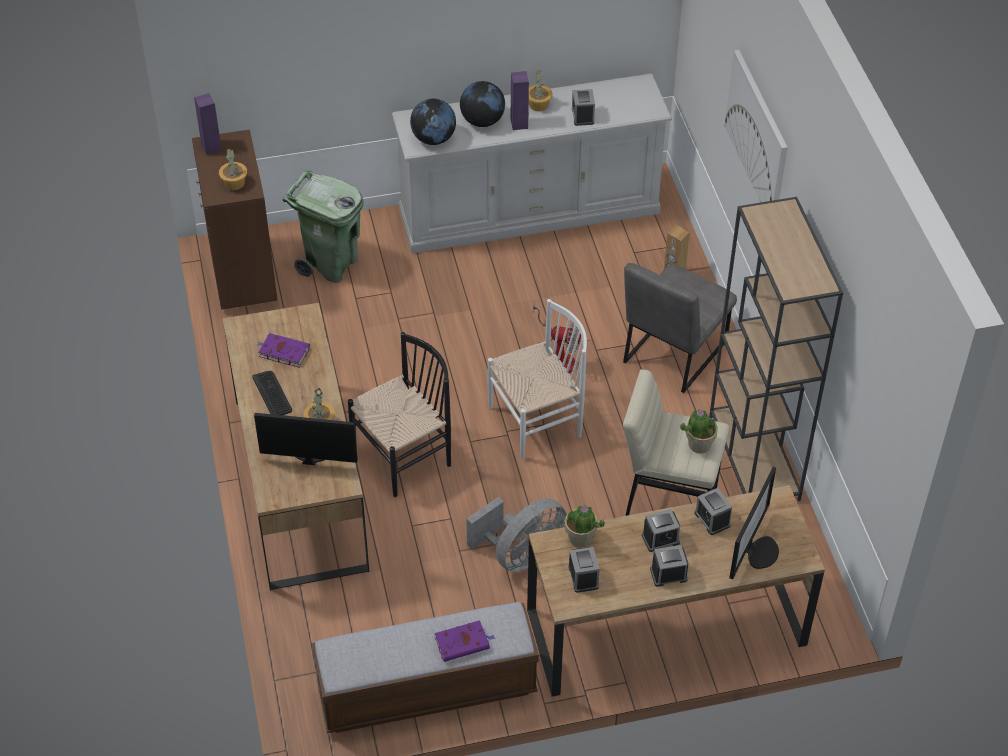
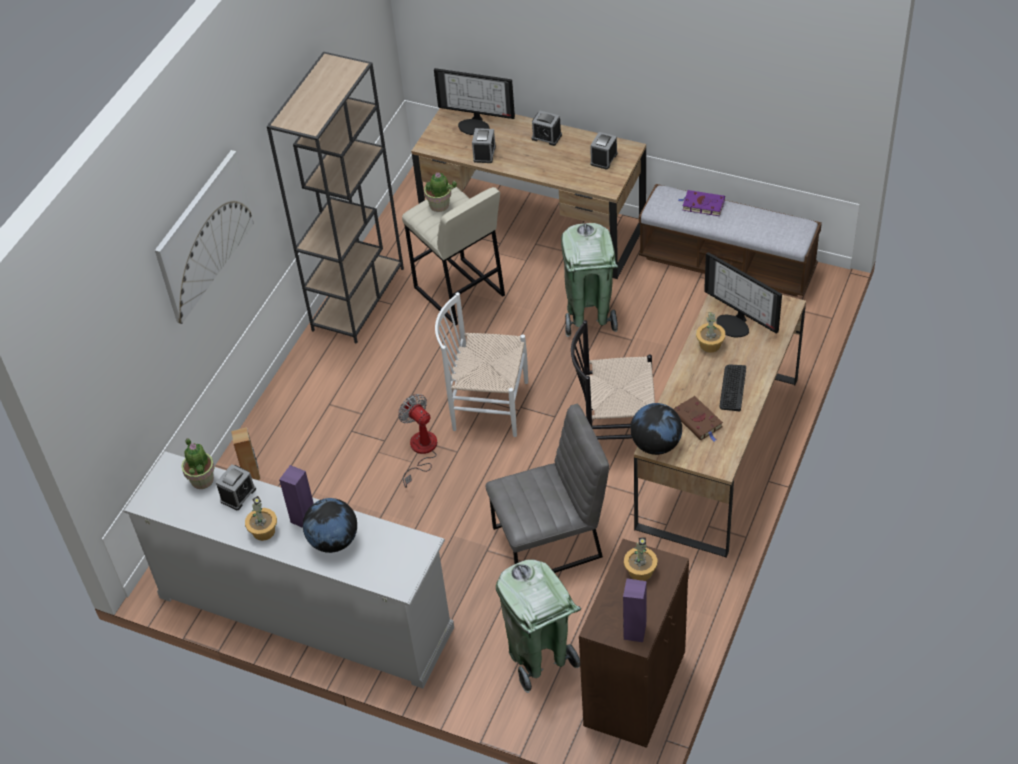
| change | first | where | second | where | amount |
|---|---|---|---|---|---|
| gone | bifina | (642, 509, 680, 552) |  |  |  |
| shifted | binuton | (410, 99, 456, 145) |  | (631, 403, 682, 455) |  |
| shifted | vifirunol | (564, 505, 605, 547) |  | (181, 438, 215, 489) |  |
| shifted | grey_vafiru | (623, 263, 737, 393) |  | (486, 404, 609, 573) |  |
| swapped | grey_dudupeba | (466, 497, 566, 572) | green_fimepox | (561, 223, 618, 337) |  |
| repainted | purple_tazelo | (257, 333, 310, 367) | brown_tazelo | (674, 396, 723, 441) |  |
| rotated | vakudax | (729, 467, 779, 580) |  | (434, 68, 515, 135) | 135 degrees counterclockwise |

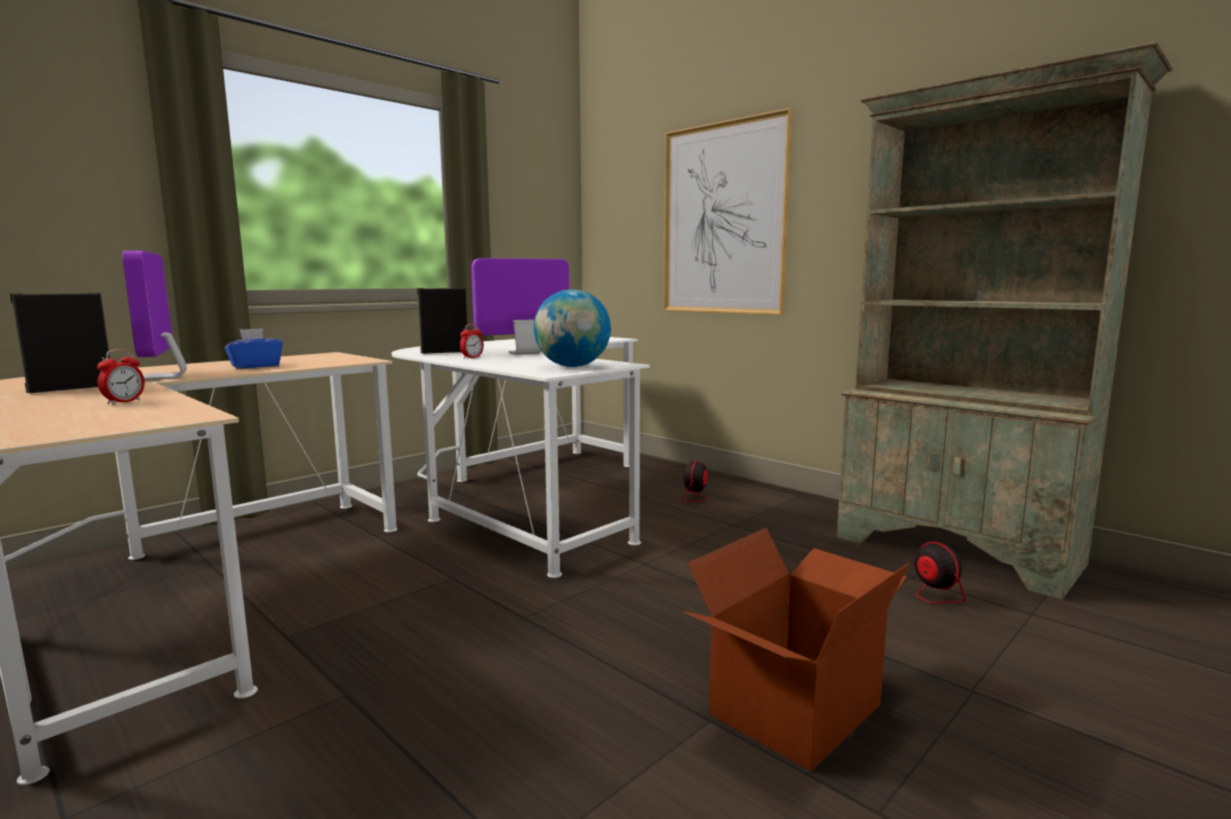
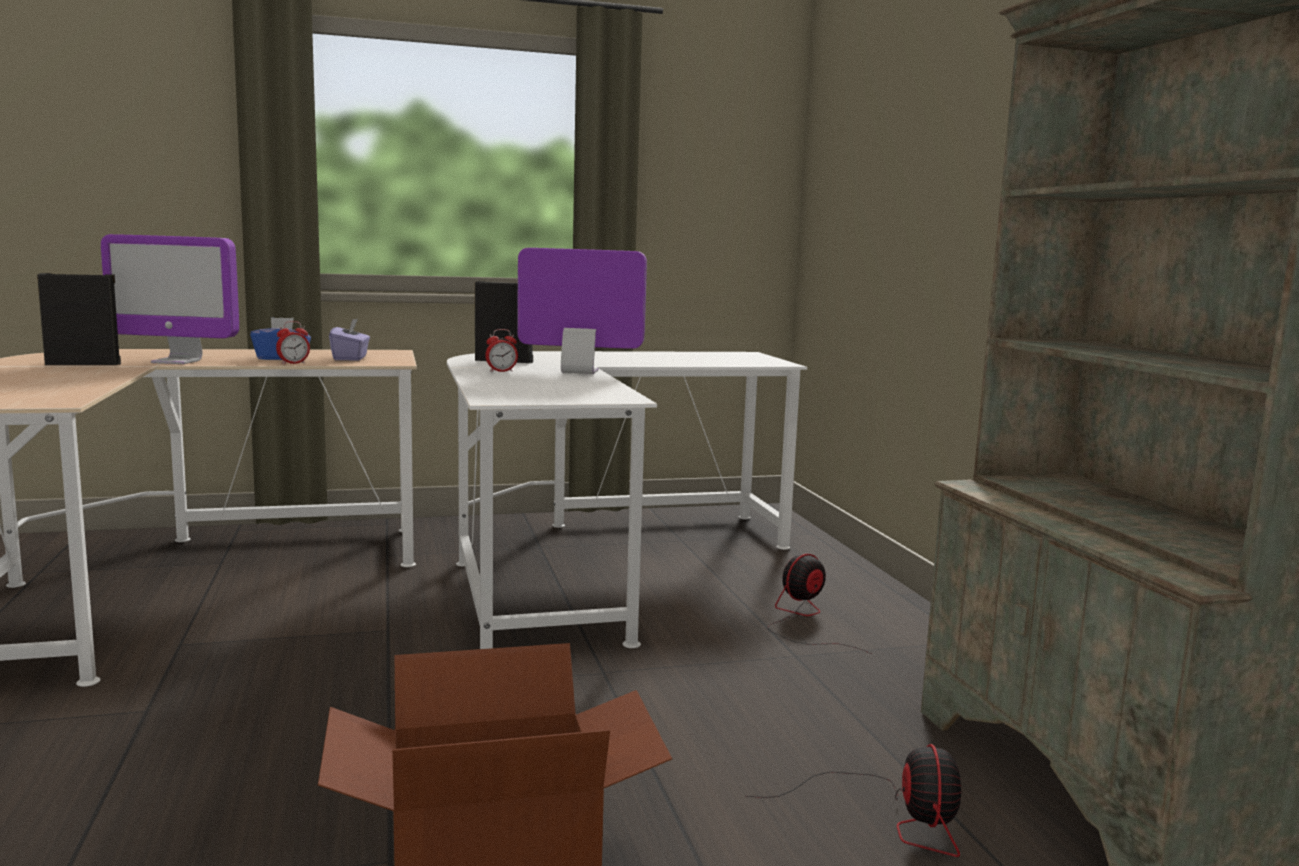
| change | first | where | second | where | amount |
|---|---|---|---|---|---|
| gone | binuton | (534, 289, 611, 367) |  |  |  |
| gone | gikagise | (663, 108, 793, 315) |  |  |  |
| new |  |  | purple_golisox | (329, 318, 370, 361) |  |
| shifted | bifina | (97, 349, 145, 405) |  | (276, 321, 310, 364) |  |
| rotated | vakudax | (122, 251, 187, 380) |  | (101, 234, 239, 364) | 90 degrees counterclockwise |

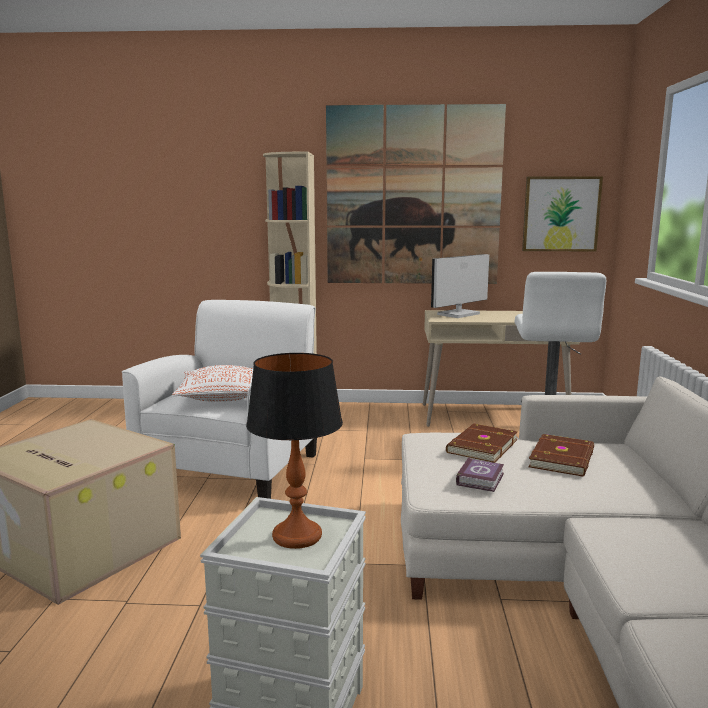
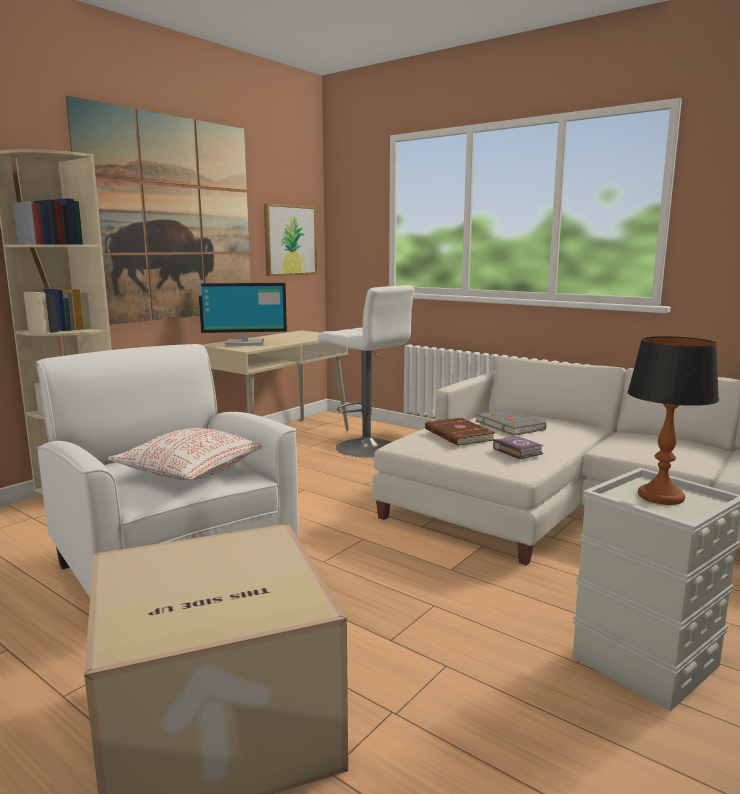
| change | first | where | second | where | amount |
|---|---|---|---|---|---|
| repainted | brown_tazelo | (529, 434, 594, 476) | grey_tazelo | (475, 410, 546, 436) |  |
| rotated | vakudax | (431, 254, 489, 318) |  | (198, 282, 287, 346) | 90 degrees counterclockwise |

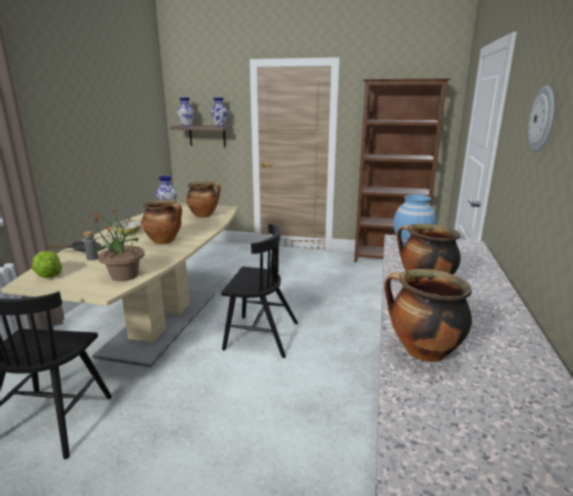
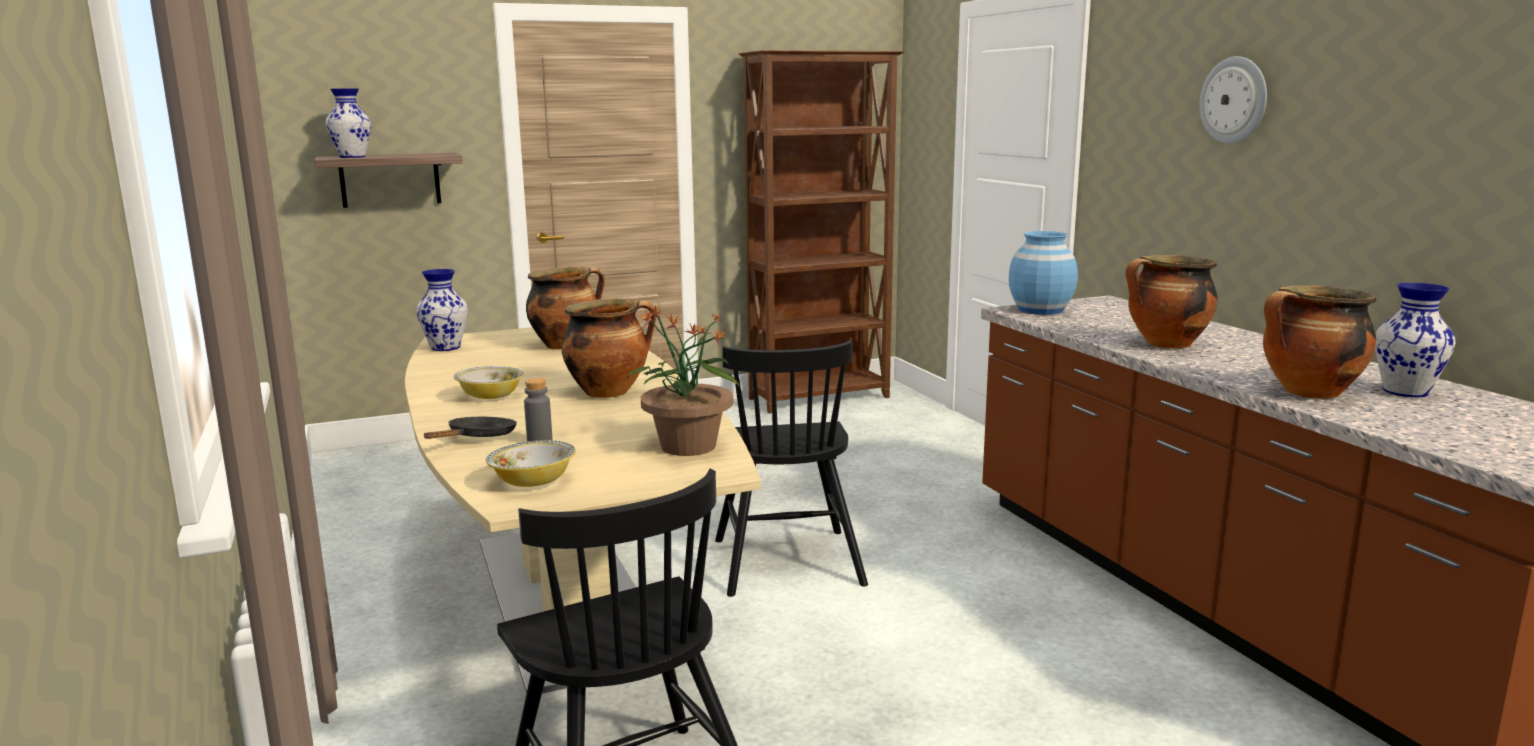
| change | first | where | second | where | amount |
|---|---|---|---|---|---|
| shifted | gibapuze | (211, 98, 228, 126) |  | (1375, 283, 1456, 397) |  |
| swapped | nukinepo | (32, 251, 62, 278) | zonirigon | (486, 440, 576, 487) |  |
| rotated | black_vafiru | (221, 224, 298, 358) |  | (715, 340, 868, 597) | 105 degrees clockwise |

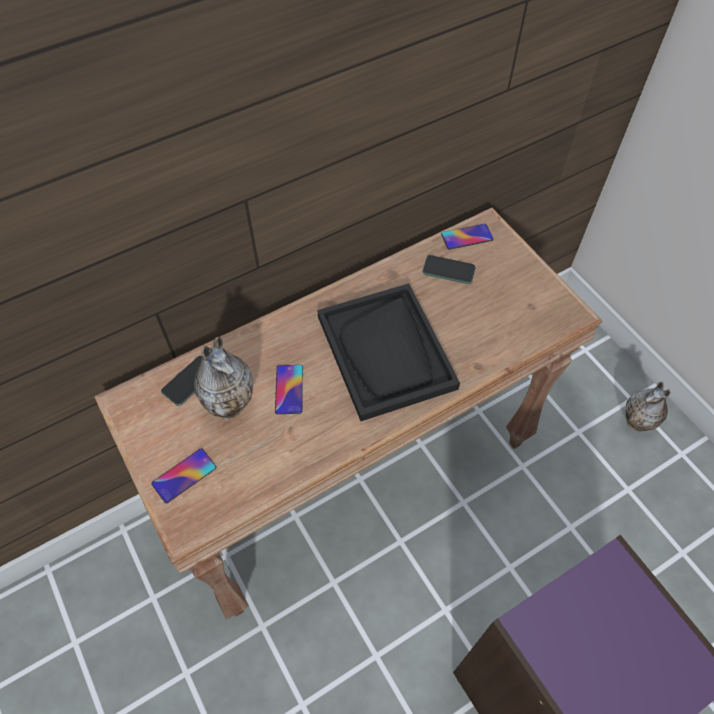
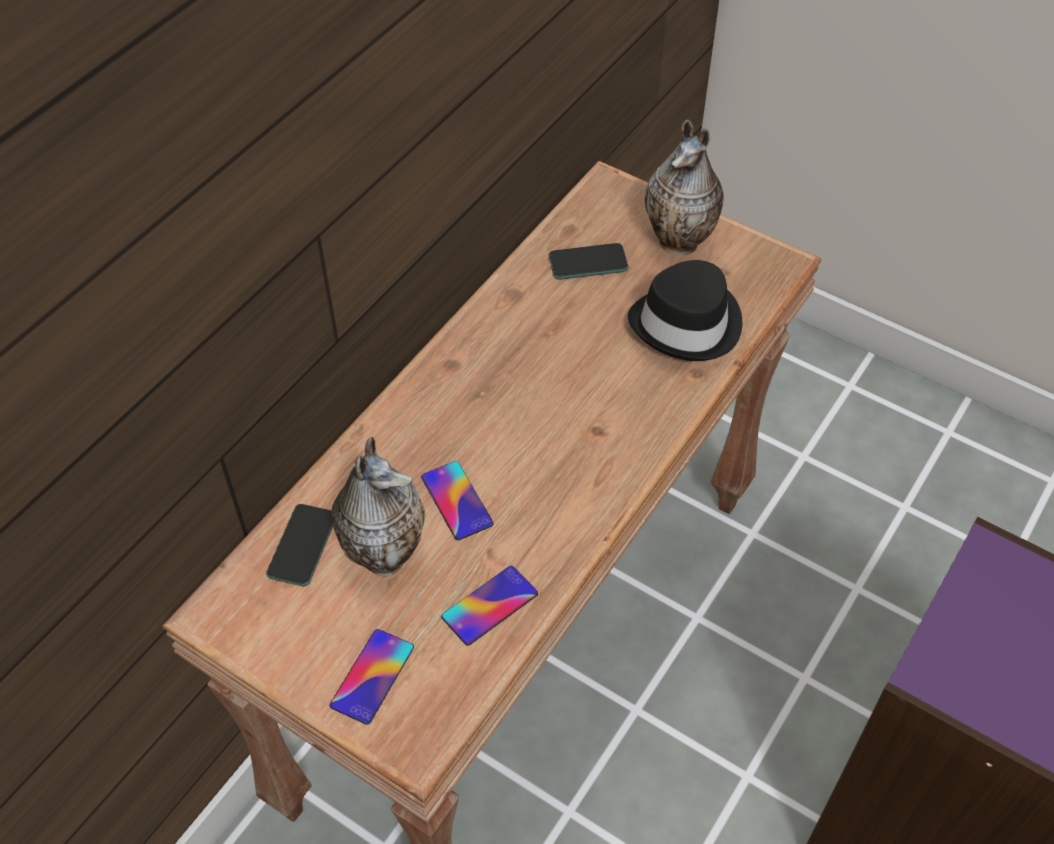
| change | first | where | second | where | amount |
|---|---|---|---|---|---|
| gone | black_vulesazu | (317, 283, 460, 421) |  |  |  |
| new |  |  | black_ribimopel | (628, 260, 742, 361) |  |
| shifted | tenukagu | (441, 224, 494, 250) |  | (441, 566, 538, 646) |  |
| shifted | gibapuze | (626, 381, 671, 432) |  | (645, 120, 724, 255) |  |

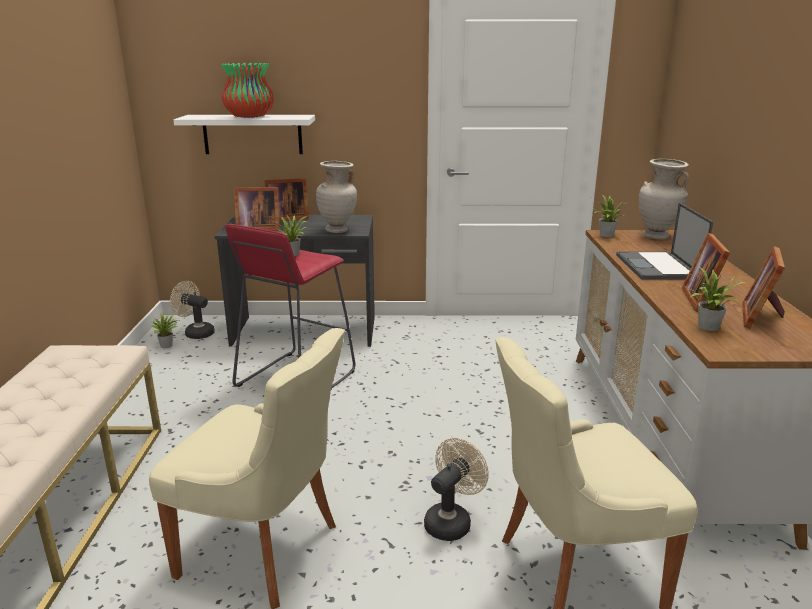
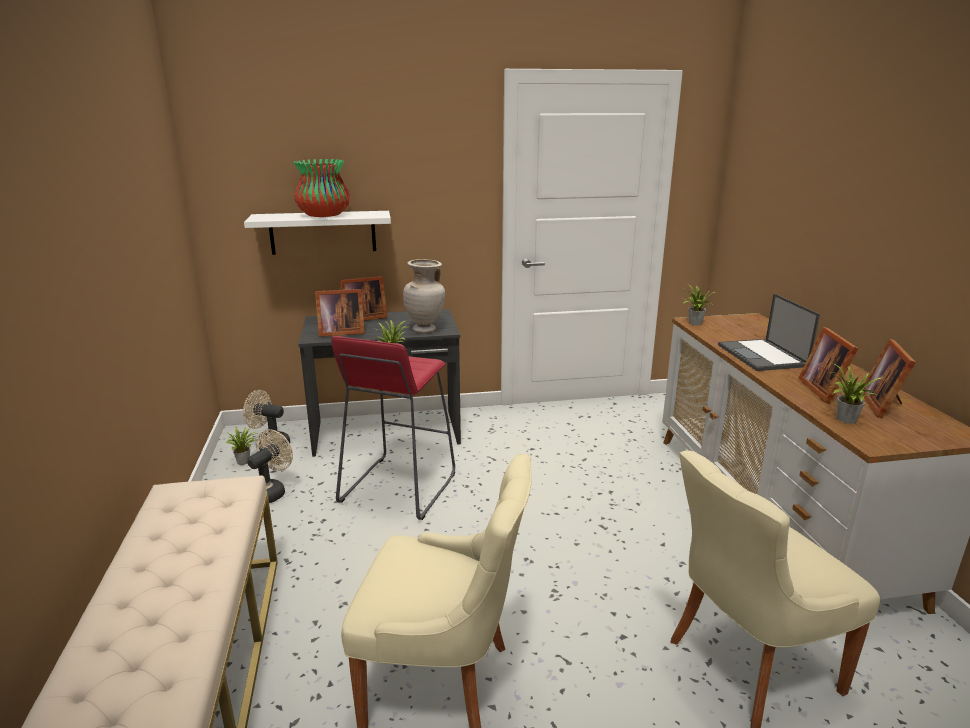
| change | first | where | second | where | amount |
|---|---|---|---|---|---|
| gone | beige_gibapuze | (639, 159, 689, 240) |  |  |  |
| shifted | beige_dudupeba | (424, 438, 489, 541) |  | (247, 429, 293, 503) |  |

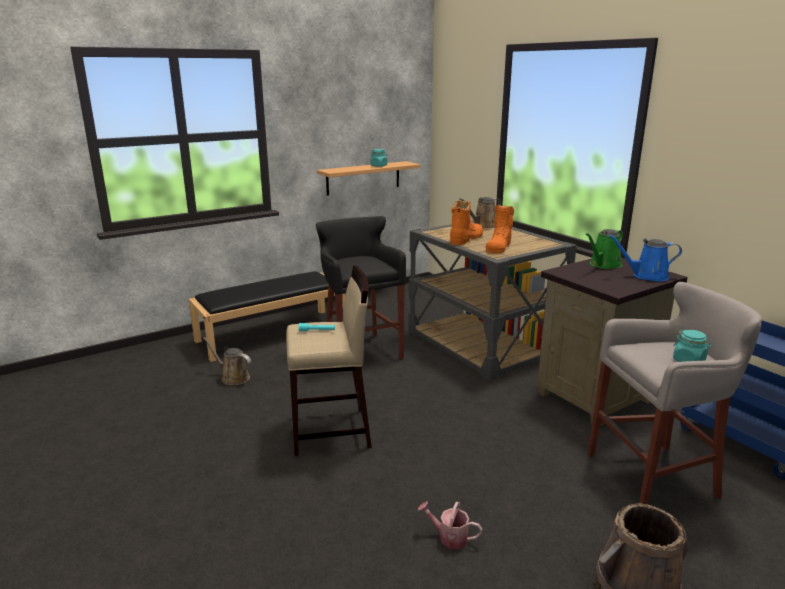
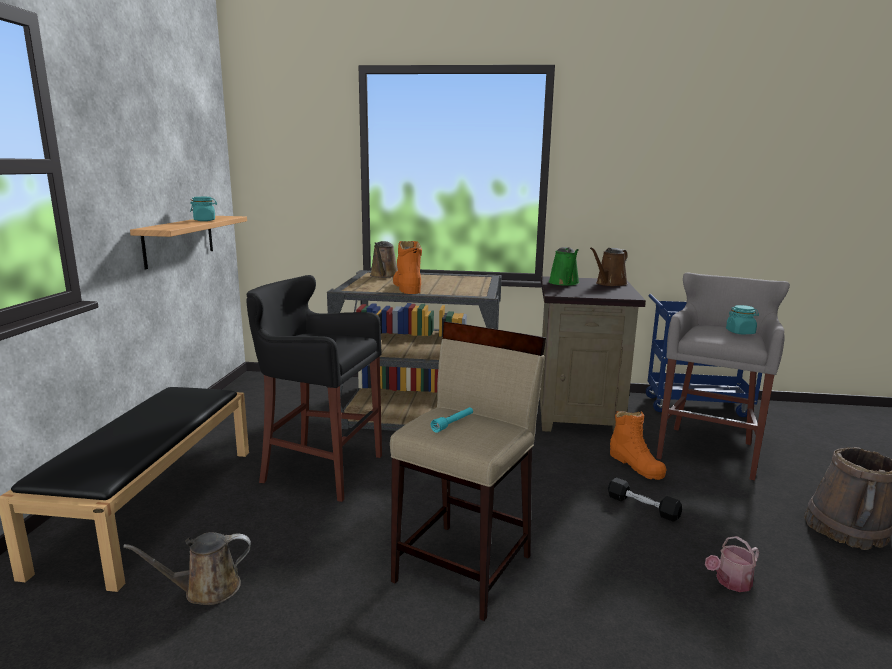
| change | first | where | second | where | amount |
|---|---|---|---|---|---|
| new |  |  | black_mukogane | (608, 477, 682, 522) |  |
| shifted | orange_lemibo | (486, 205, 514, 253) |  | (610, 411, 667, 480) |  |
| repainted | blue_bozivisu | (608, 234, 682, 282) | brown_bozivisu | (590, 248, 628, 286) |  |

